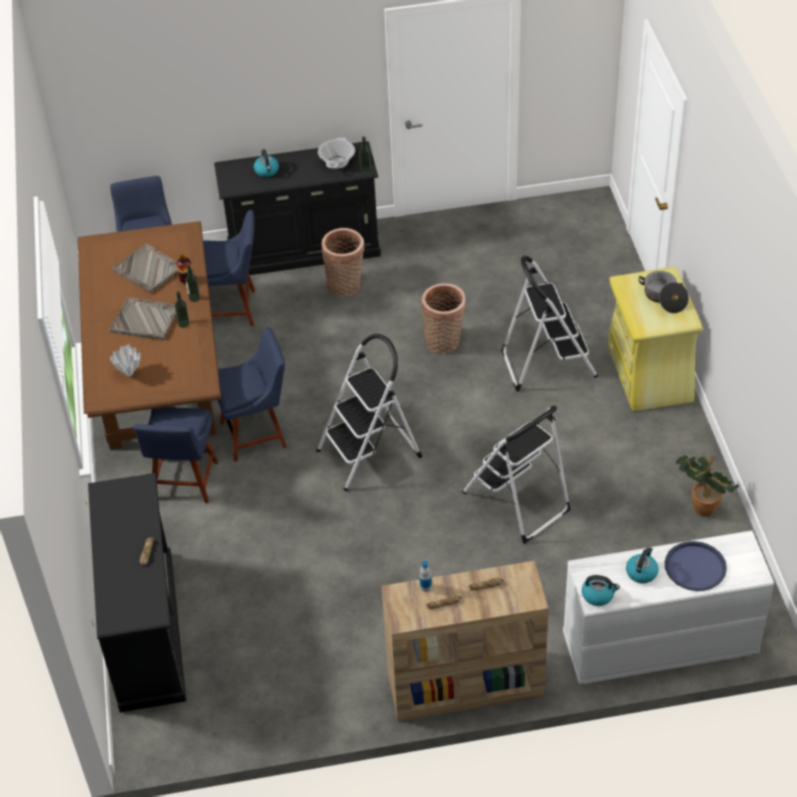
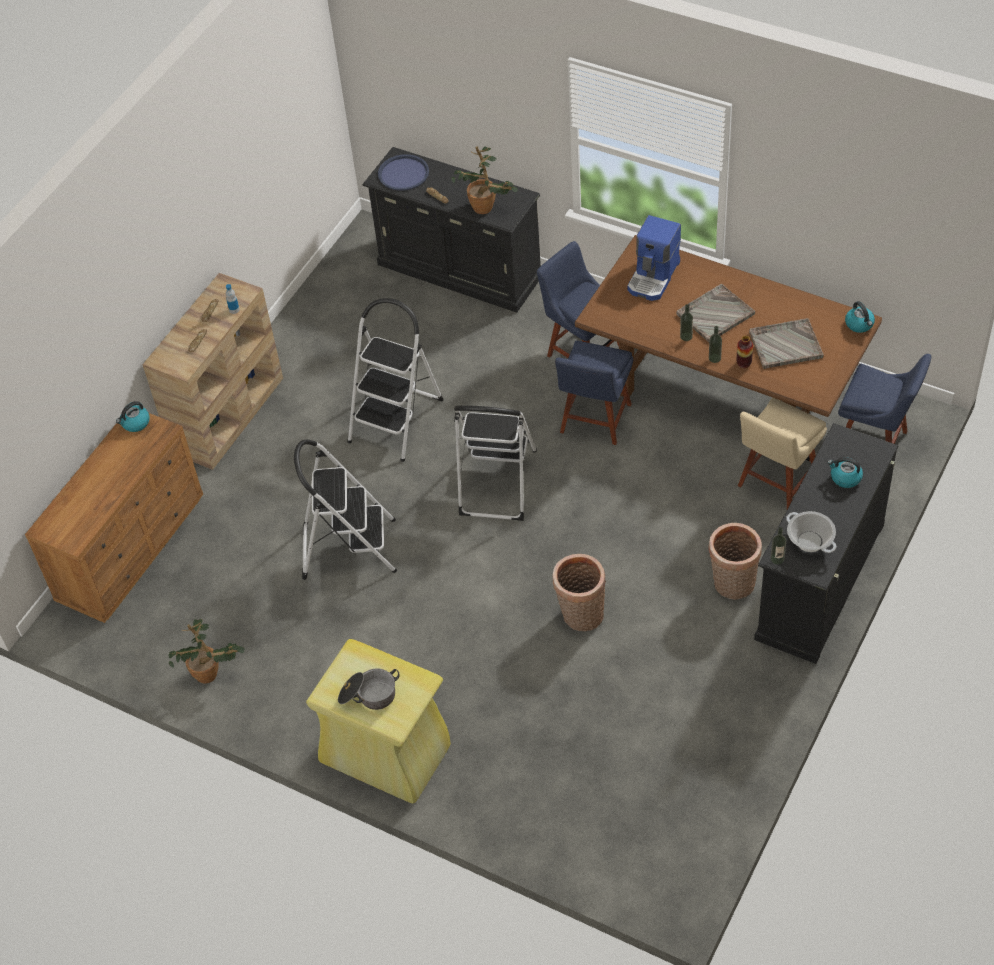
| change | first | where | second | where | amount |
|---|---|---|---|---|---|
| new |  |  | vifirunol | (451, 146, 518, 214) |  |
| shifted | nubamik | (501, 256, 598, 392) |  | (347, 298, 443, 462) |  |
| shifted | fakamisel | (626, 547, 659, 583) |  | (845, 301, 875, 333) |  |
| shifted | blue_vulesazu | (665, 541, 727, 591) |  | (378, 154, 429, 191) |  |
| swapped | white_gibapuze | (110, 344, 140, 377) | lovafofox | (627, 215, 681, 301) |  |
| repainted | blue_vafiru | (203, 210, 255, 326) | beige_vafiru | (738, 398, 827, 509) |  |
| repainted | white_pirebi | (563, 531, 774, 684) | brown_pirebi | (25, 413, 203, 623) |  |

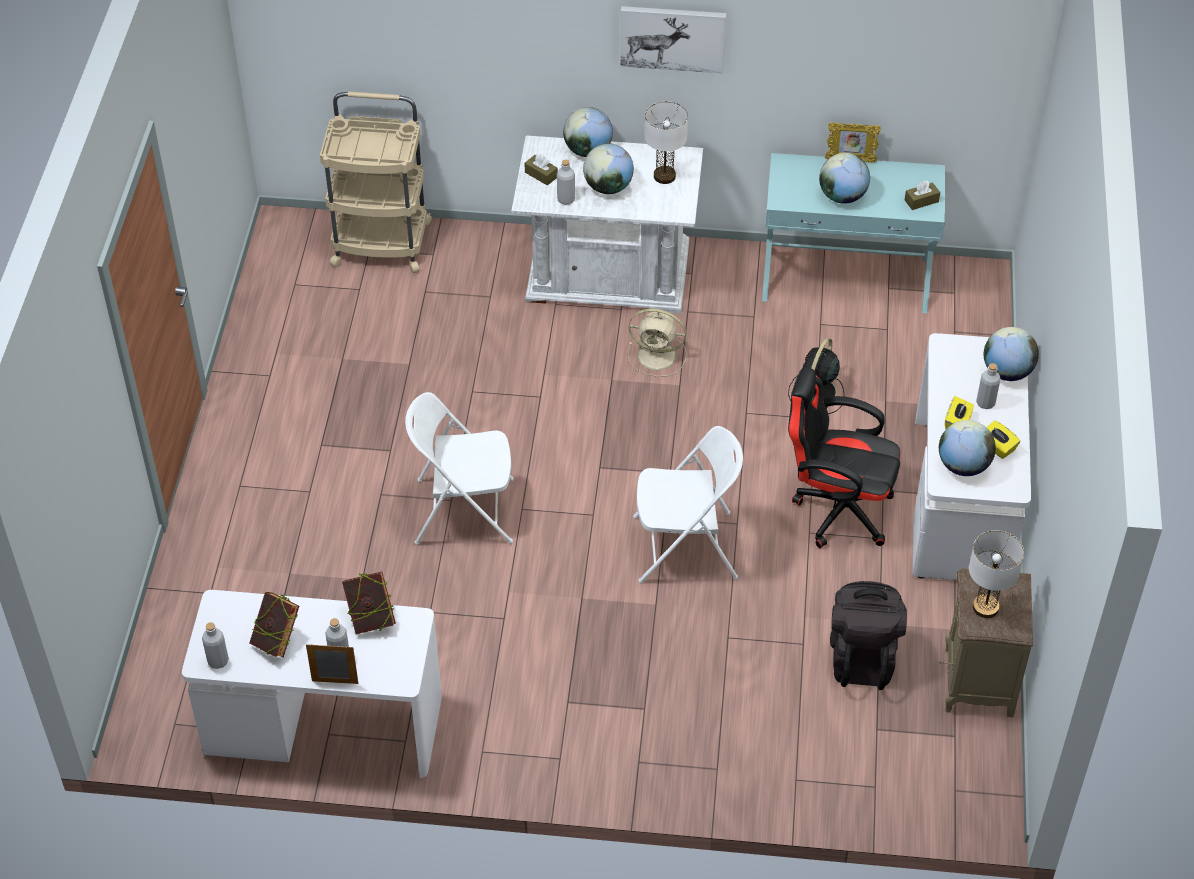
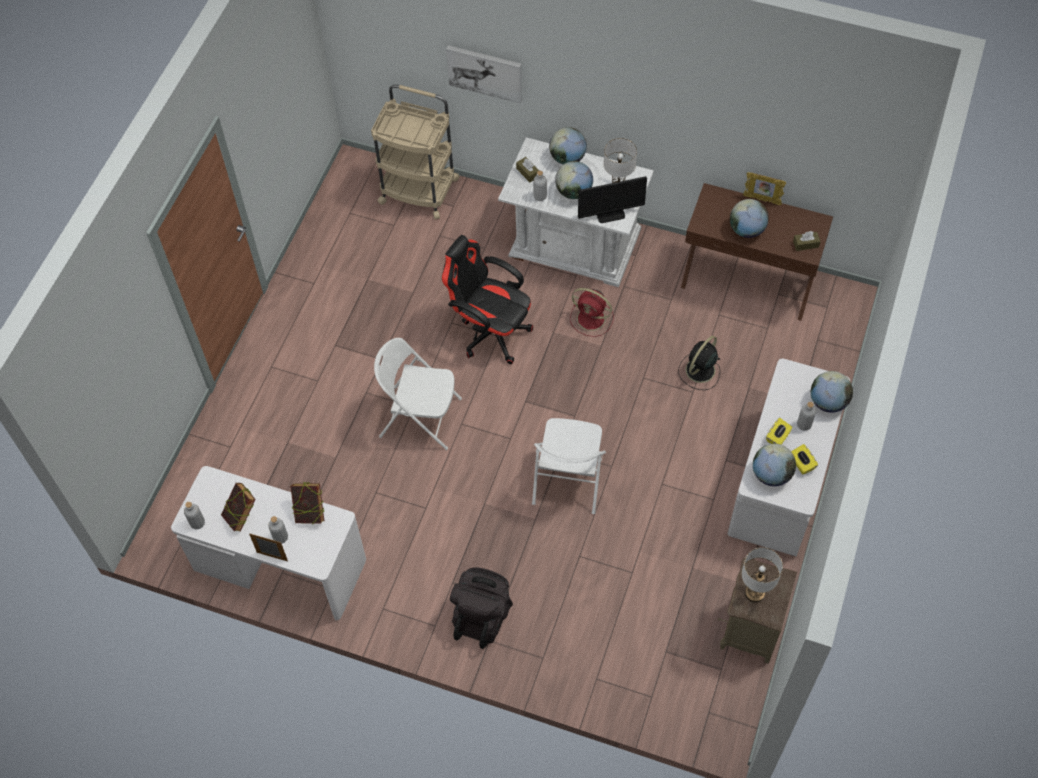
| change | first | where | second | where | amount |
|---|---|---|---|---|---|
| new |  |  | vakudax | (578, 176, 647, 223) |  |
| shifted | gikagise | (620, 6, 726, 73) |  | (446, 45, 522, 104) |  |
| shifted | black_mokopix | (788, 366, 901, 548) |  | (442, 235, 533, 364) |  |
| shifted | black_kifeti | (830, 581, 907, 690) |  | (450, 567, 513, 649) |  |
| repainted | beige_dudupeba | (628, 309, 687, 377) | red_dudupeba | (570, 288, 614, 337) |  |
| repainted | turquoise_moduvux | (762, 153, 945, 314) | brown_moduvux | (681, 183, 833, 321) |  |
| rotated | white_vafiru | (633, 426, 743, 584) |  | (532, 418, 606, 514) | 90 degrees clockwise |

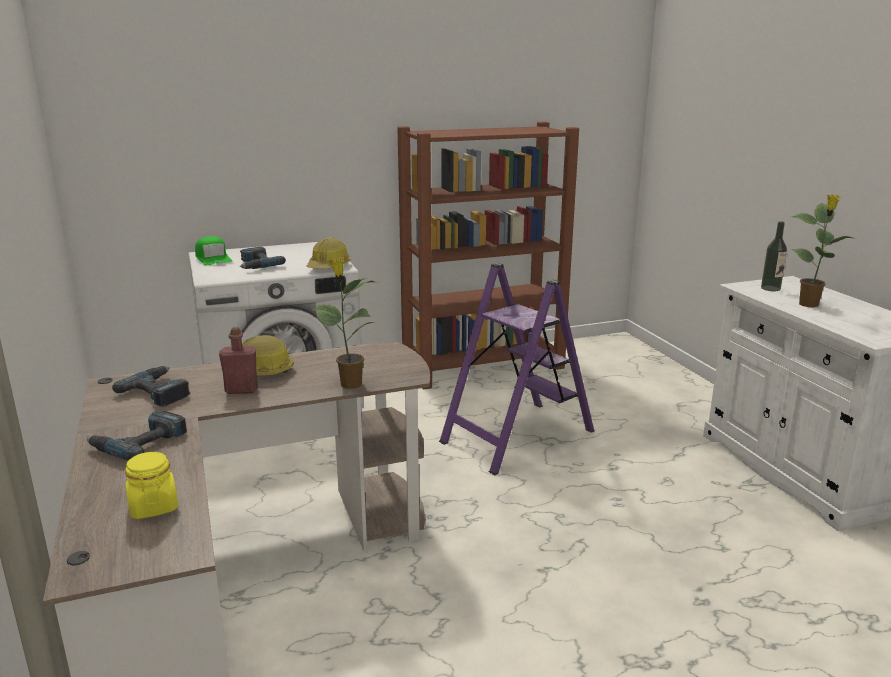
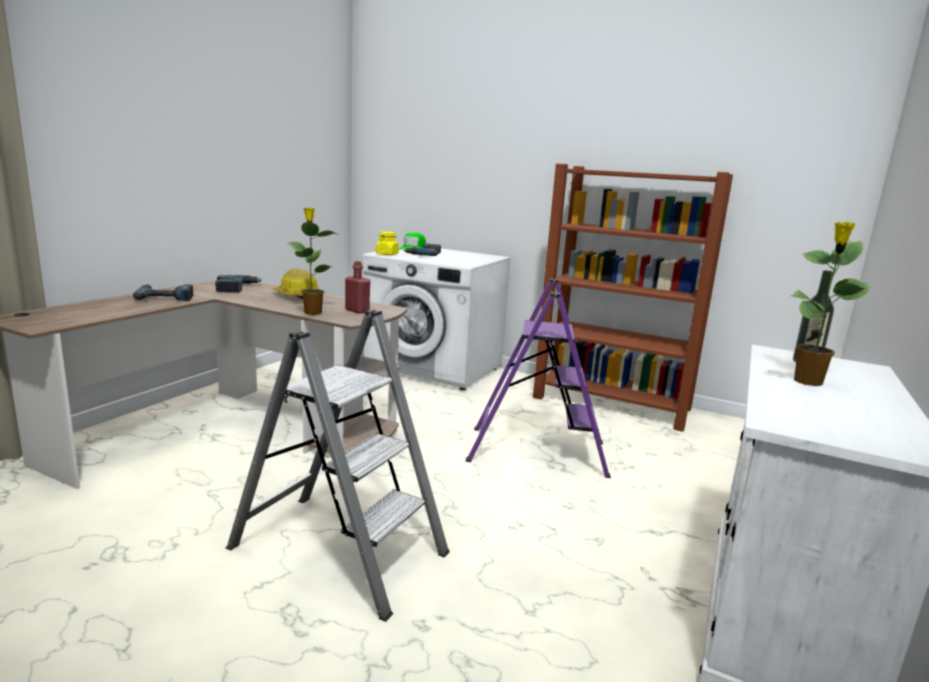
| change | first | where | second | where | amount |
|---|---|---|---|---|---|
| gone | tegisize | (307, 237, 351, 269) |  |  |  |
| new |  |  | grey_nubamik | (226, 309, 450, 622) |  |
| shifted | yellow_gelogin | (125, 452, 178, 519) |  | (376, 232, 399, 255) |  |
| shifted | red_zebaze | (219, 327, 258, 394) |  | (345, 261, 370, 314) |  |

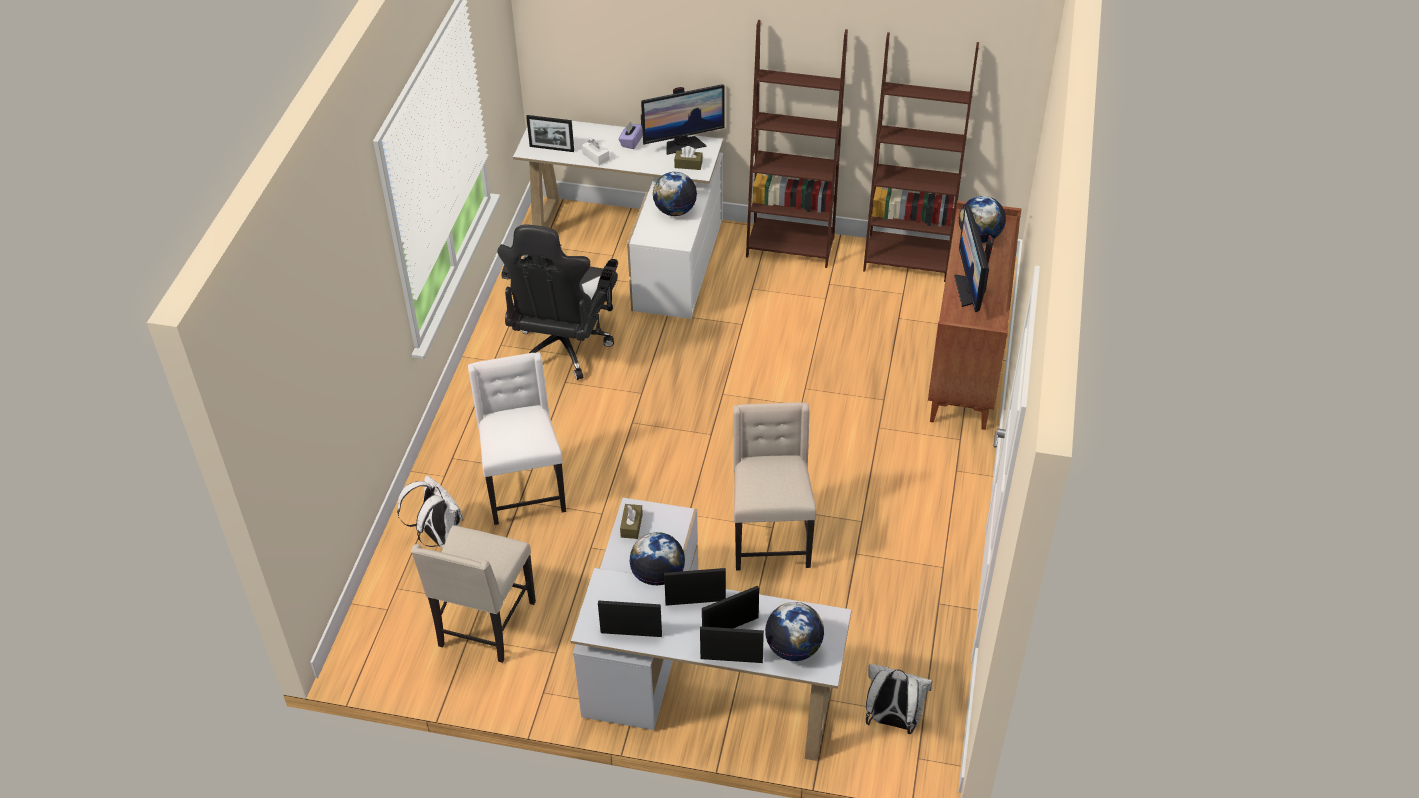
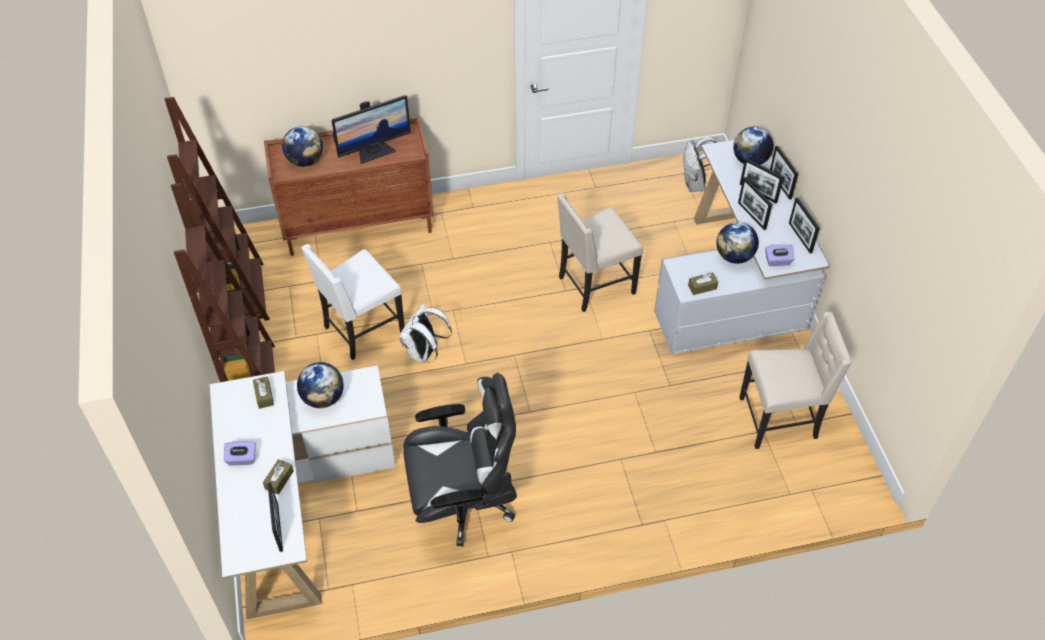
| change | first | where | second | where | amount |
|---|---|---|---|---|---|
| gone | vakudax | (641, 84, 725, 155) |  |  |  |
| new |  |  | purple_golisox | (765, 244, 794, 266) |  |
| shifted | white_kifeti | (397, 475, 464, 548) |  | (399, 304, 452, 363) |  |
| shifted | white_vafiru | (468, 352, 566, 525) |  | (301, 244, 405, 360) |  |
| repainted | white_golisox | (582, 139, 610, 165) | brown_golisox | (263, 459, 294, 495) |  |

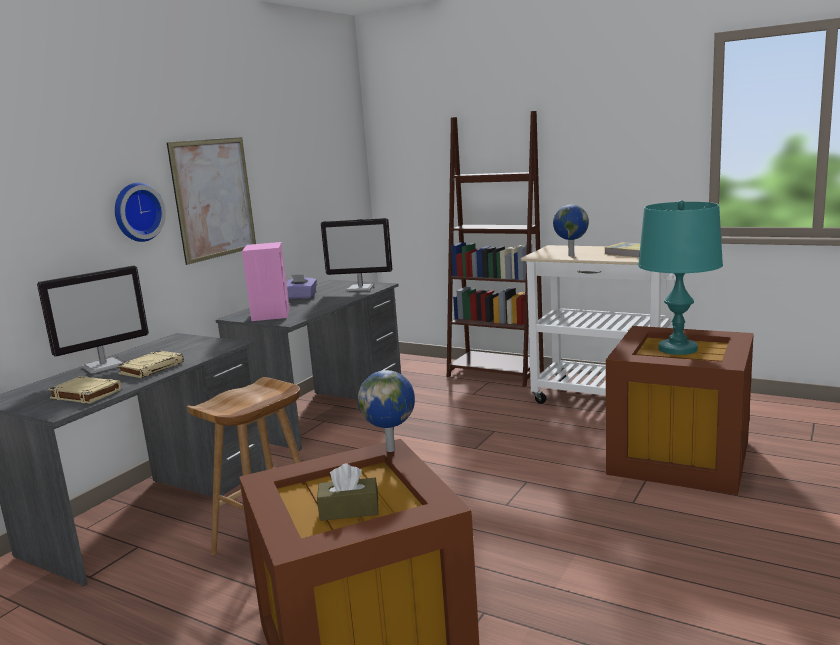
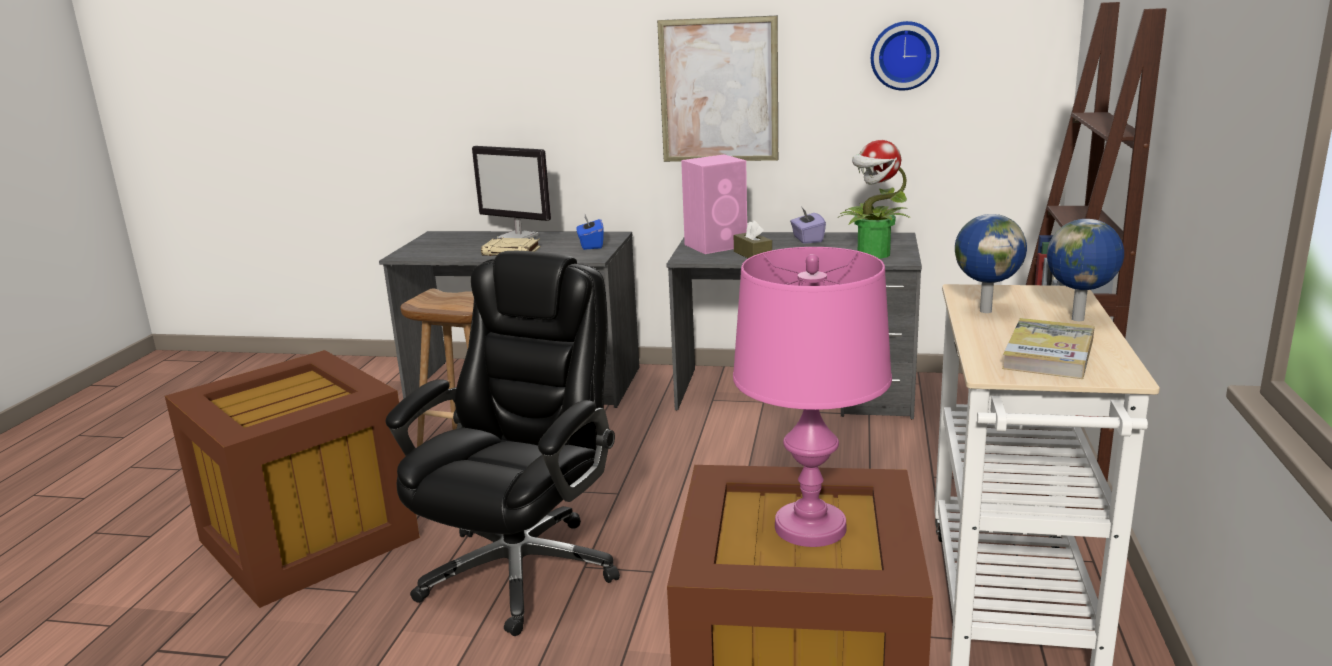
| change | first | where | second | where | amount |
|---|---|---|---|---|---|
| gone | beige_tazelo | (48, 376, 122, 404) |  |  |  |
| new |  |  | black_mokopix | (385, 251, 620, 636) |  |
| new |  |  | blue_golisox | (576, 214, 604, 250) |  |
| shifted | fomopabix | (115, 183, 166, 242) |  | (871, 21, 939, 90) |  |
| shifted | brown_golisox | (317, 464, 379, 521) |  | (734, 220, 772, 258) |  |
| shifted | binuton | (358, 370, 415, 452) |  | (1047, 219, 1124, 321) |  |
| swapped | vakudax | (321, 218, 392, 292) | vifirunol | (839, 140, 910, 259) |  |
| repainted | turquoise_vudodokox | (638, 200, 723, 355) | pink_vudodokox | (733, 247, 892, 547) |  |

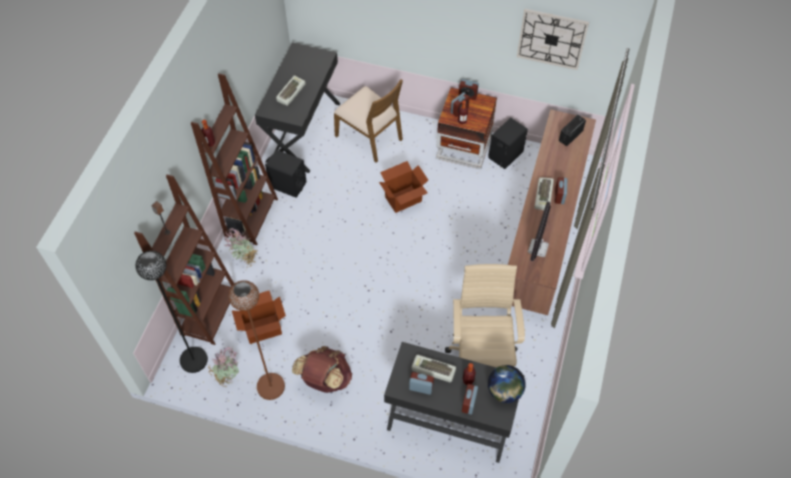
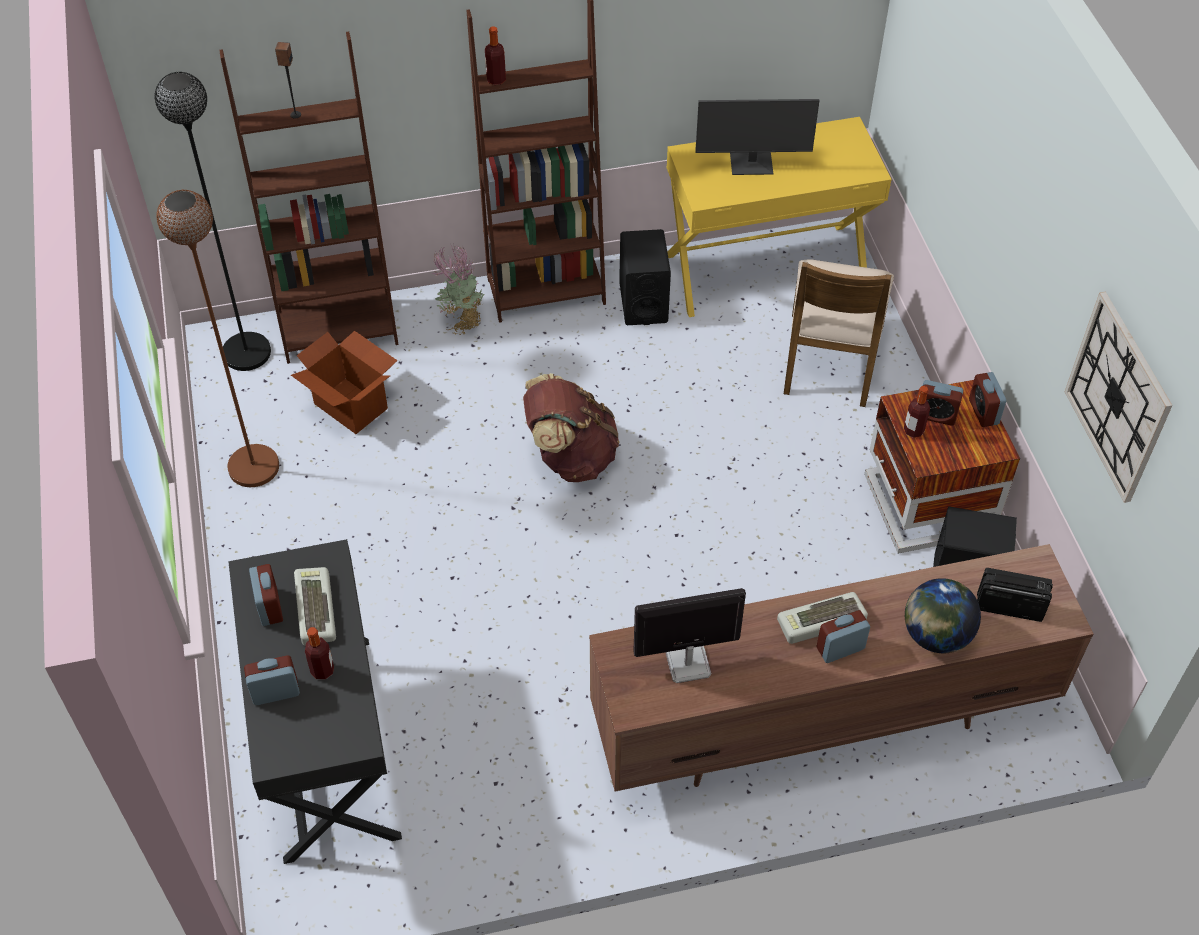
| change | first | where | second | where | amount |
|---|---|---|---|---|---|
| gone | vifirunol | (208, 347, 239, 387) |  |  |  |
| gone | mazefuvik | (379, 161, 428, 213) |  |  |  |
| gone | beige_mokopix | (445, 264, 525, 368) |  |  |  |
| shifted | brown_kifeti | (292, 346, 352, 393) |  | (523, 373, 619, 482) |  |
| shifted | binuton | (488, 365, 526, 403) |  | (905, 578, 981, 653) |  |
| swapped | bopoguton | (276, 76, 306, 106) | vakudax | (695, 99, 820, 175) |  |
| repainted | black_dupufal | (255, 42, 340, 173) | yellow_dupufal | (667, 117, 892, 317) |  |

